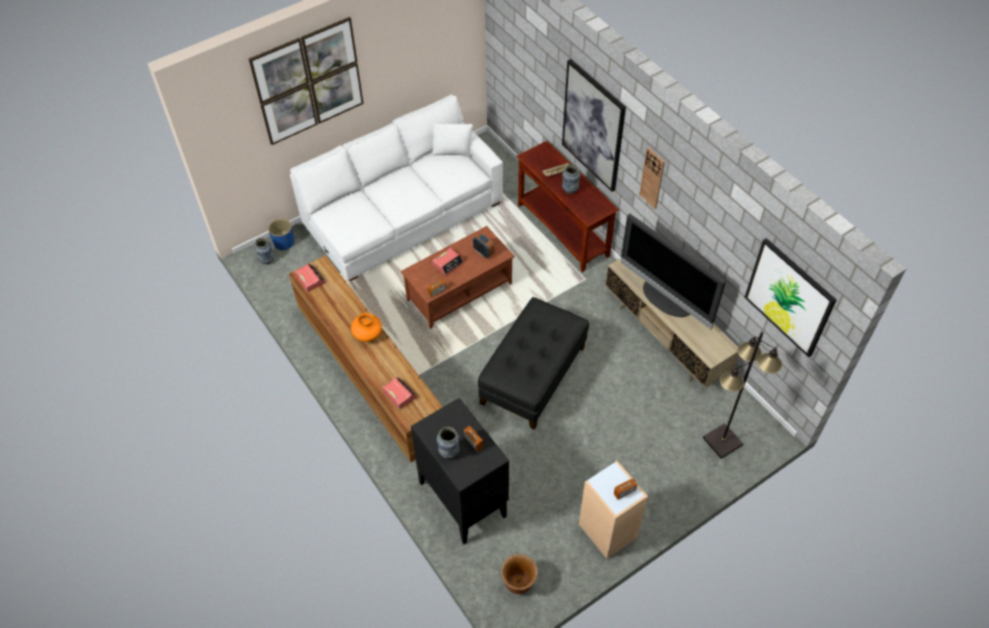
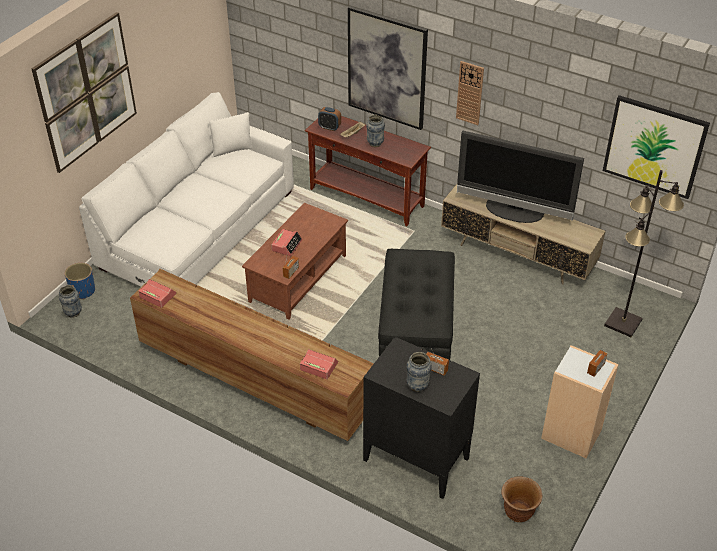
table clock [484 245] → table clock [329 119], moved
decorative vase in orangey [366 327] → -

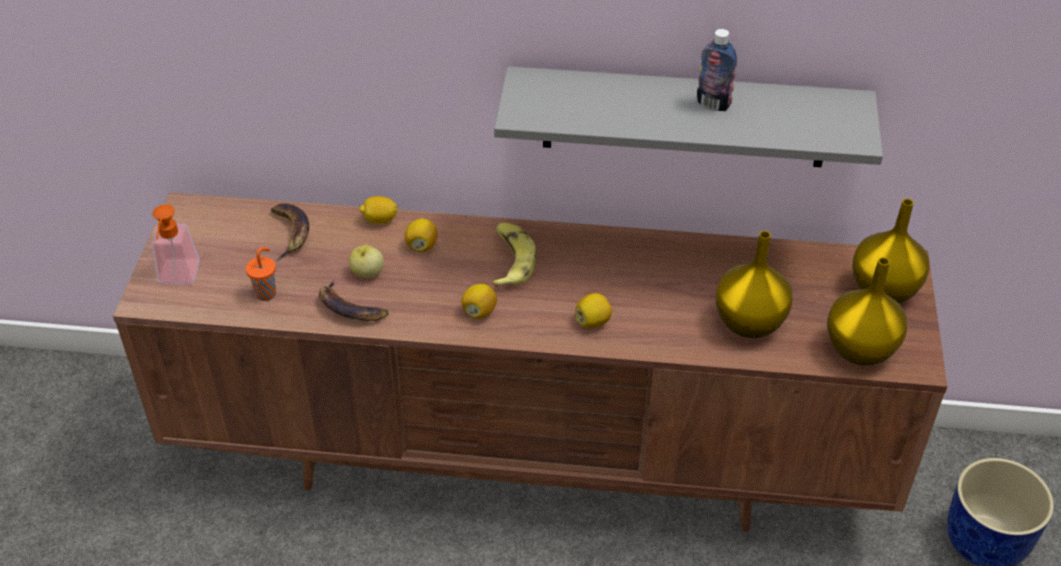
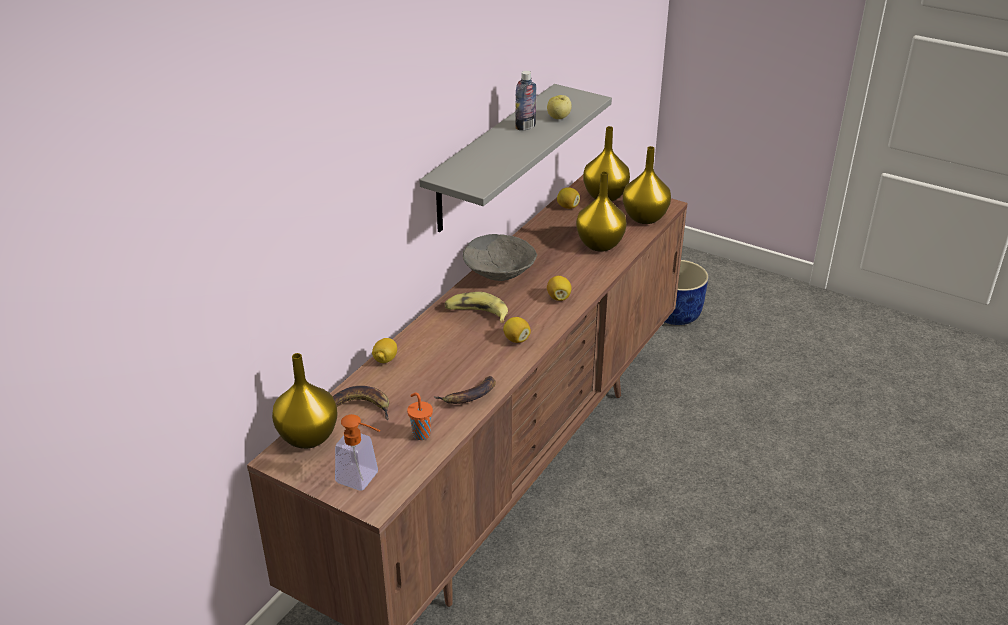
- → decorative vase in yellow-coloured [304 401]
- → deep dish in gray [500 257]
apple fruit [366 261] → apple fruit [559 107], moved
whole lemon [421 235] → whole lemon [568 198], moved

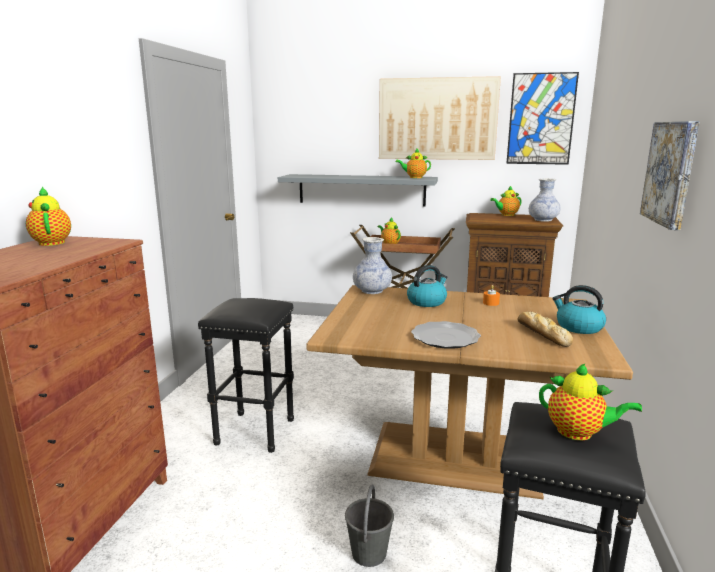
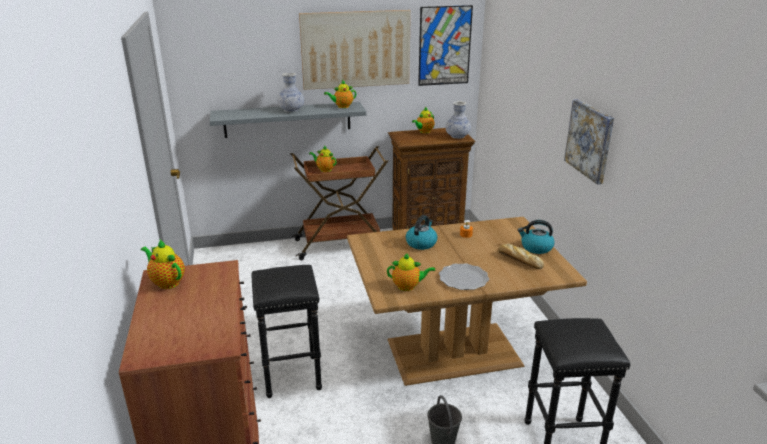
decorative vase [372 265] → decorative vase [290 92], moved
teapot [590 401] → teapot [411 272], moved

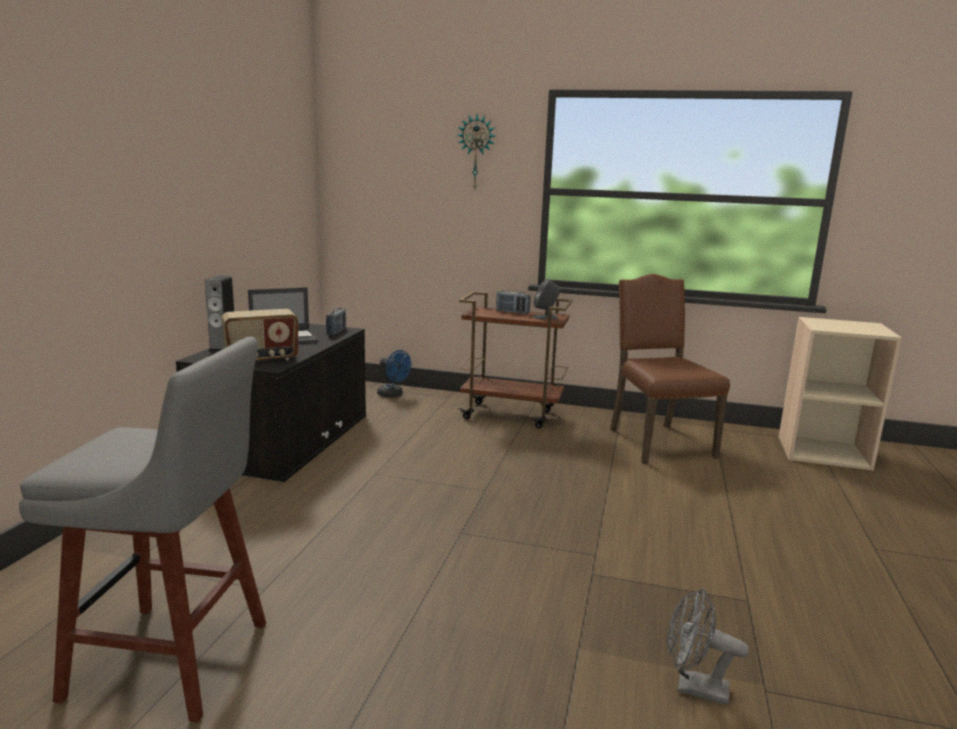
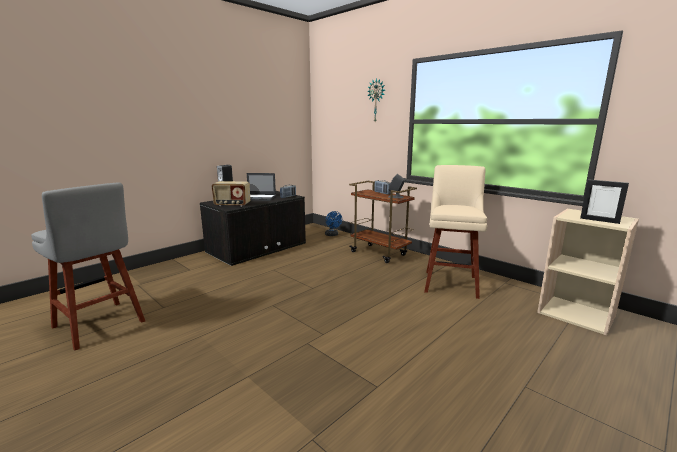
upright chair in brownish [670 369] → sitting stool in beige-coloured [455 232]
- → standing frame [604 201]
electric fan in gray [708 646] → -

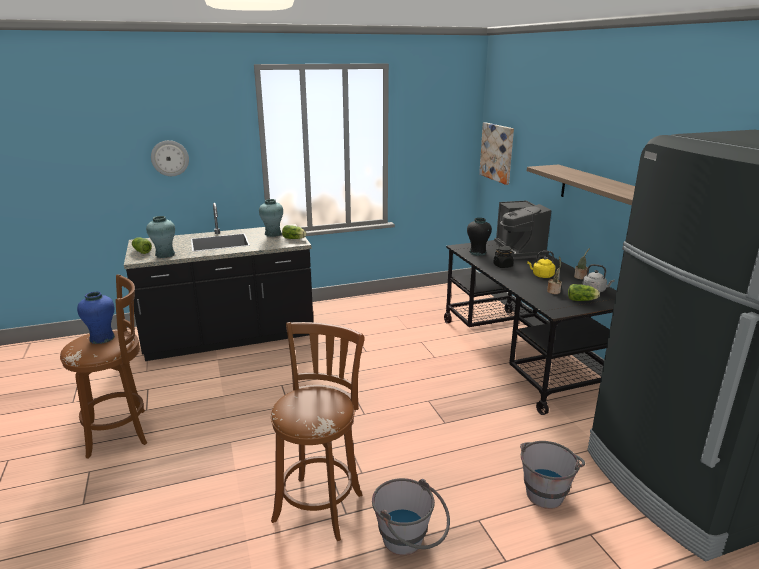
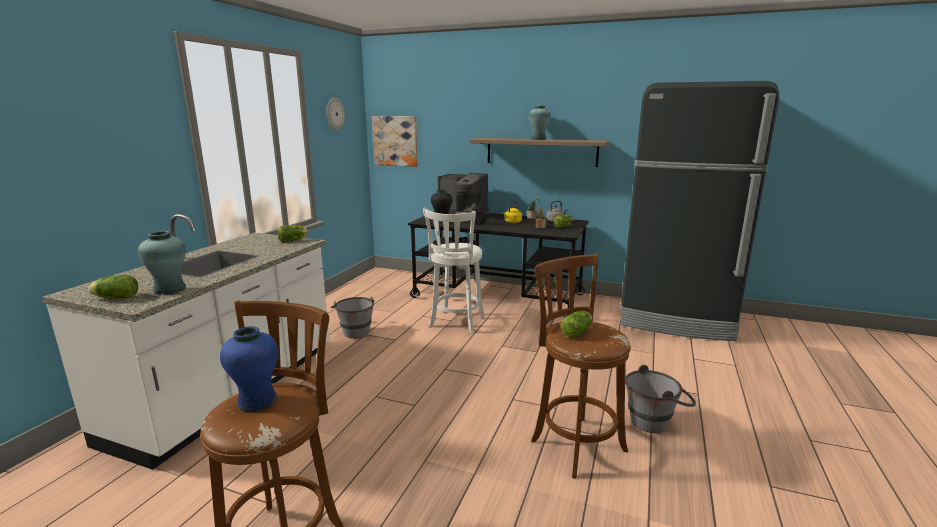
kitchen base unit in black [218 282] → kitchen base unit in white [185 342]
hanging clock [170 158] → hanging clock [335 114], moved
water bucket in gray [552 475] → water bucket in gray [353 318], moved
- → sitting stool in white [454 271]
decorative vase in turquoise [271 218] → decorative vase in turquoise [540 123], moved
- → lettuce [576 324]

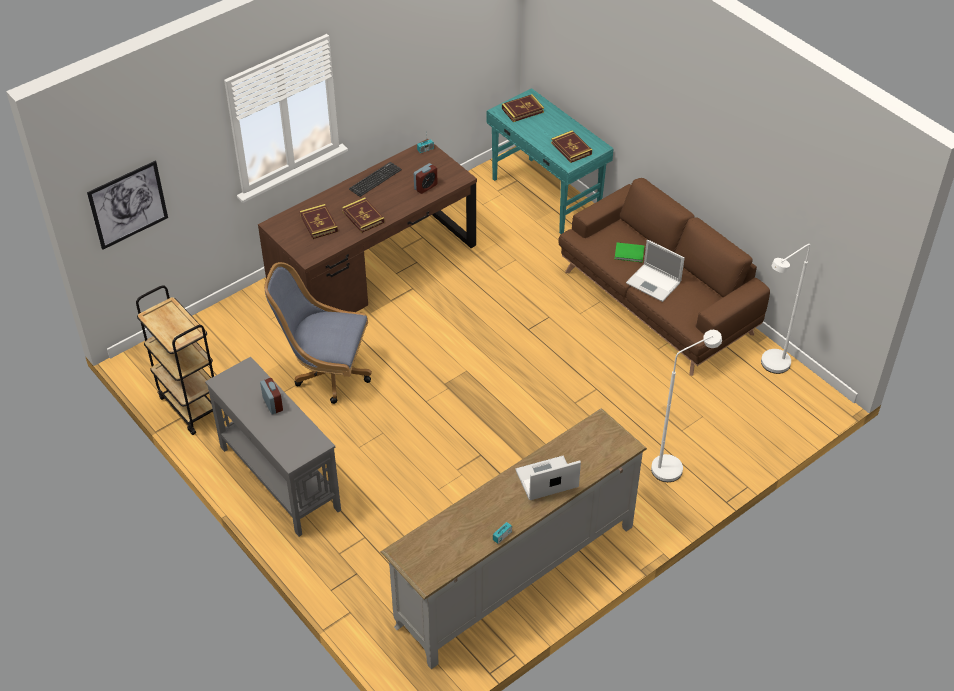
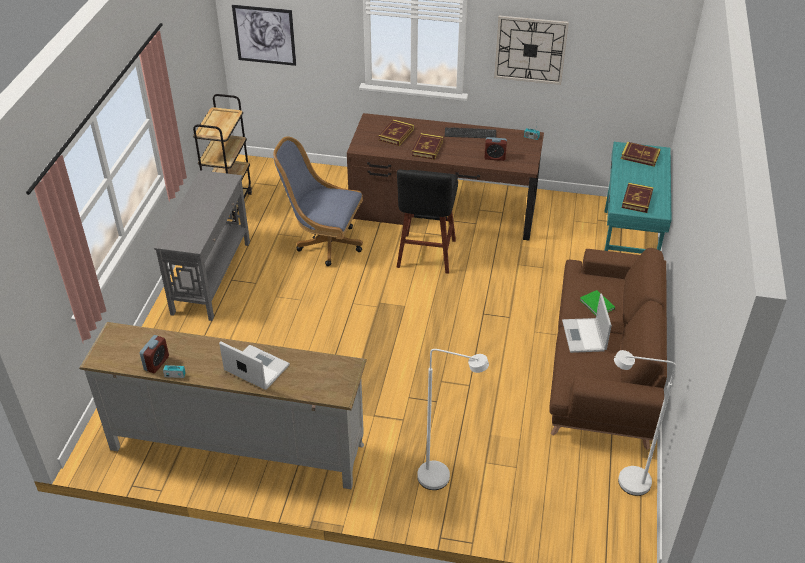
table clock [271 396] → table clock [154 354], moved
desk chair in bluish [318 333] → desk chair in bluish [318 201], 45 degrees counterclockwise
- → sitting stool in black [427 222]
- → hanging clock [531 50]

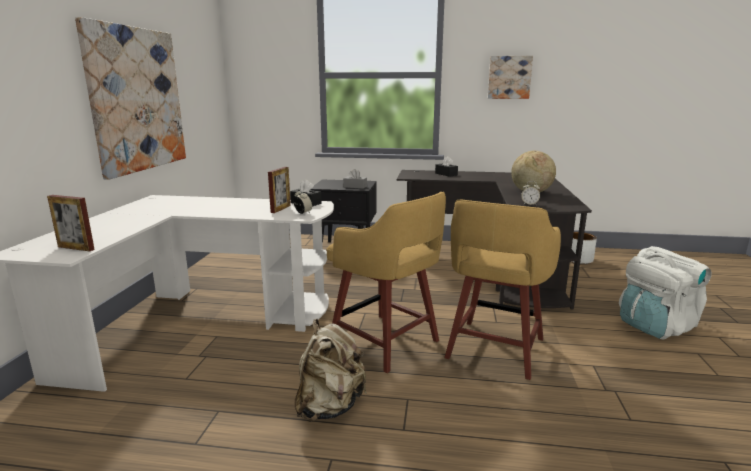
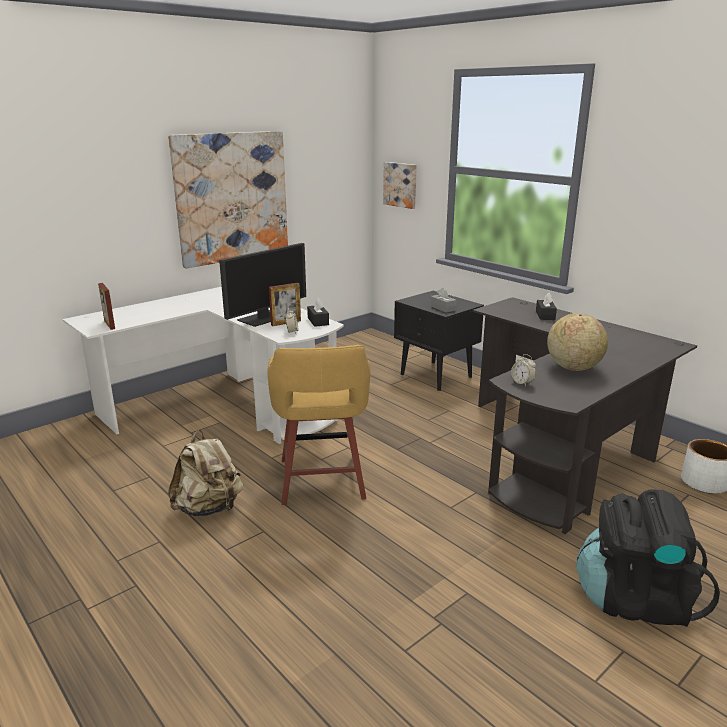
- → monitor [262 285]
wall picture [510 77] → wall picture [400 185], moved
backpack in white [665 293] → backpack in black [648 558]
sitting stool in yellow-coloured [503 289] → -

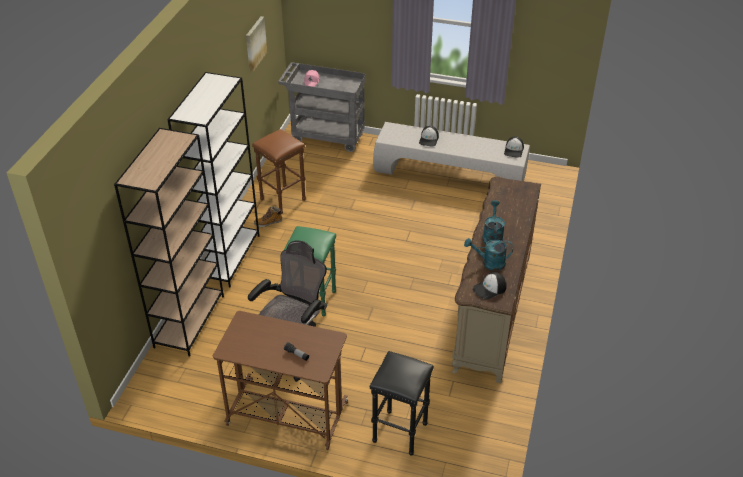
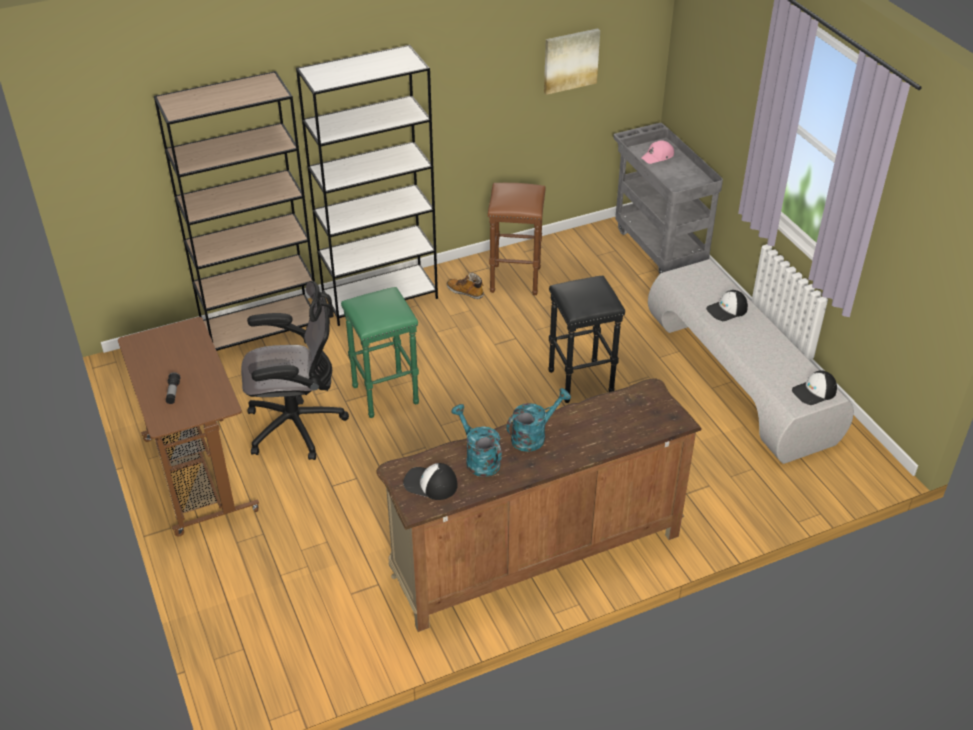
sitting stool in black [402 403] → sitting stool in black [586 339], moved

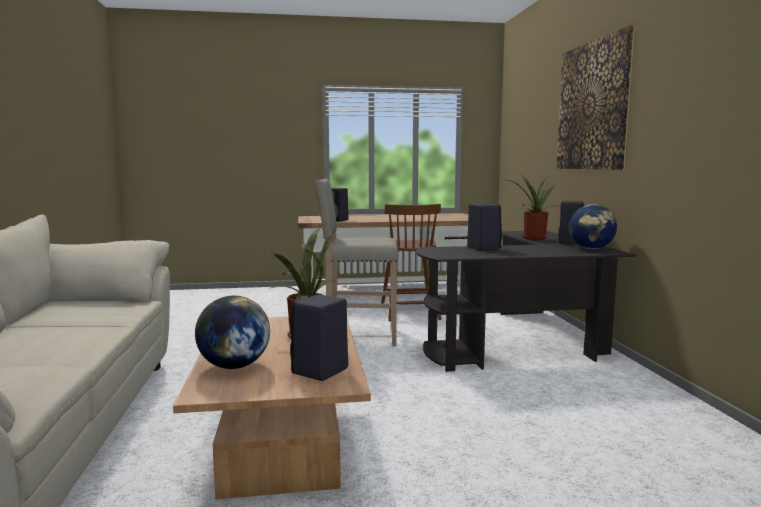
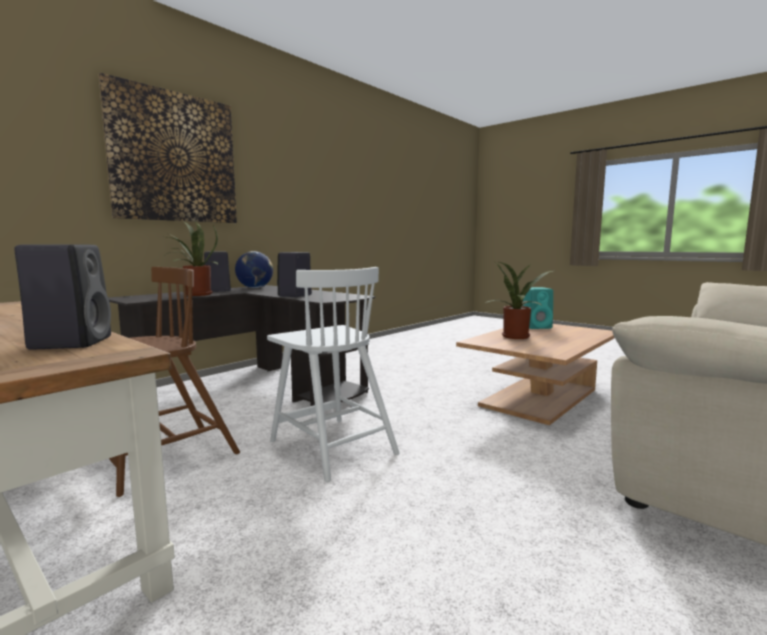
sitting stool in beige-coloured [356 263] → upright chair in white [333 374]
loudspeaker in black [319 338] → loudspeaker in turquoise [538 308]
world globe [232 332] → -

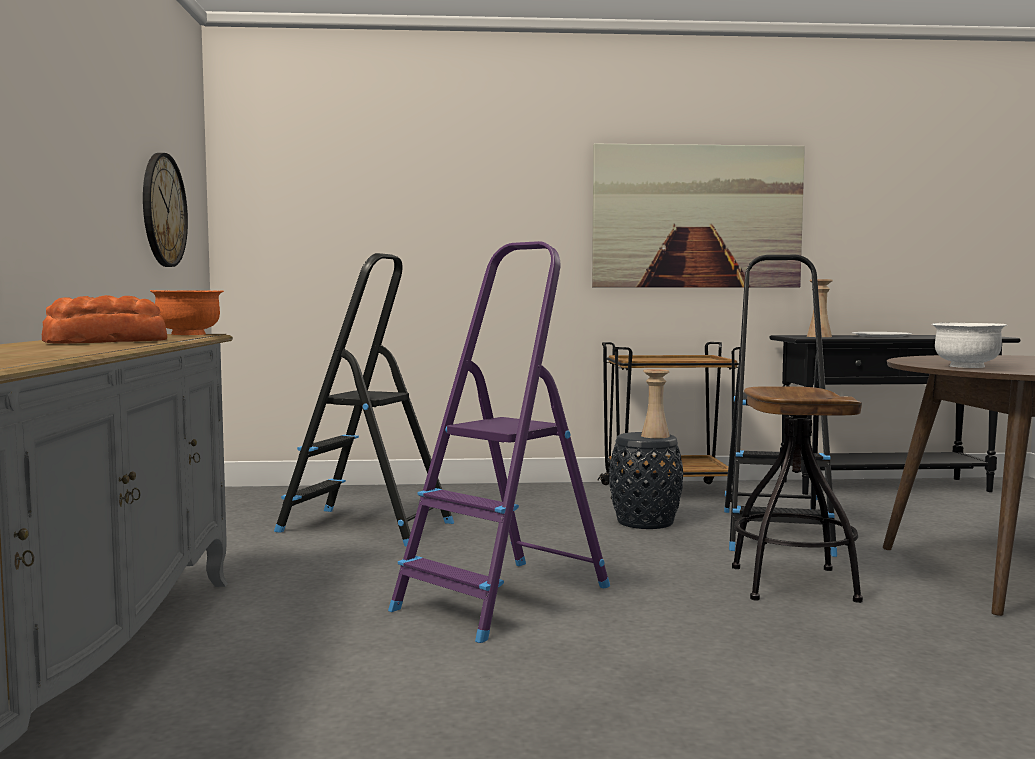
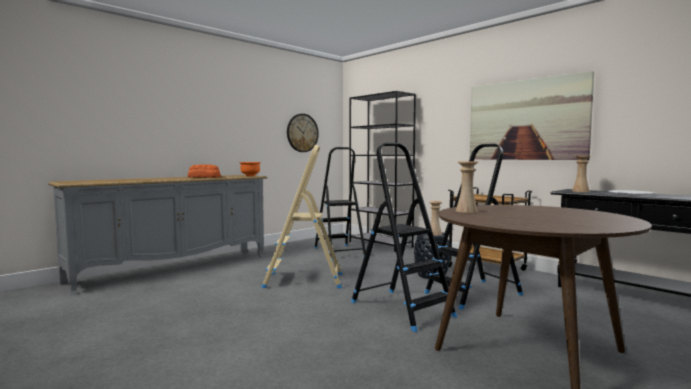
step ladder in purplish [499 442] → step ladder in beige-coloured [302 216]
- → bookcase in gray [382 171]
sitting stool in brownish [797 494] → step ladder in black [404 237]
deep dish in white [969 345] → decorative vase in beige-coloured [467 187]

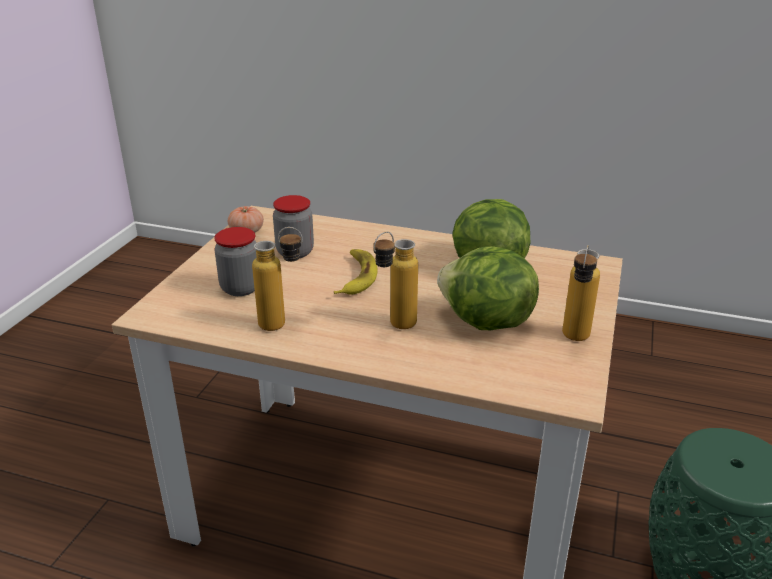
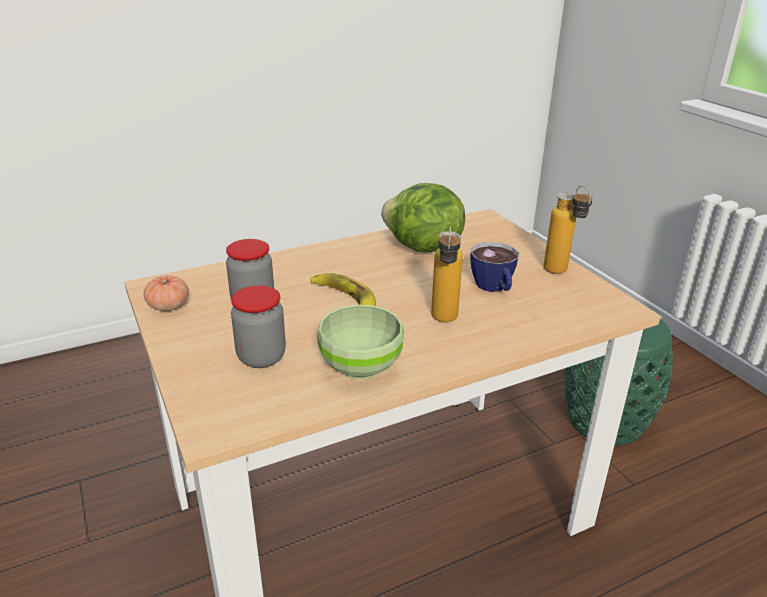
drink bottle [277 279] → deep dish in greenish [360 342]
lettuce [488 288] → cup [494 267]

